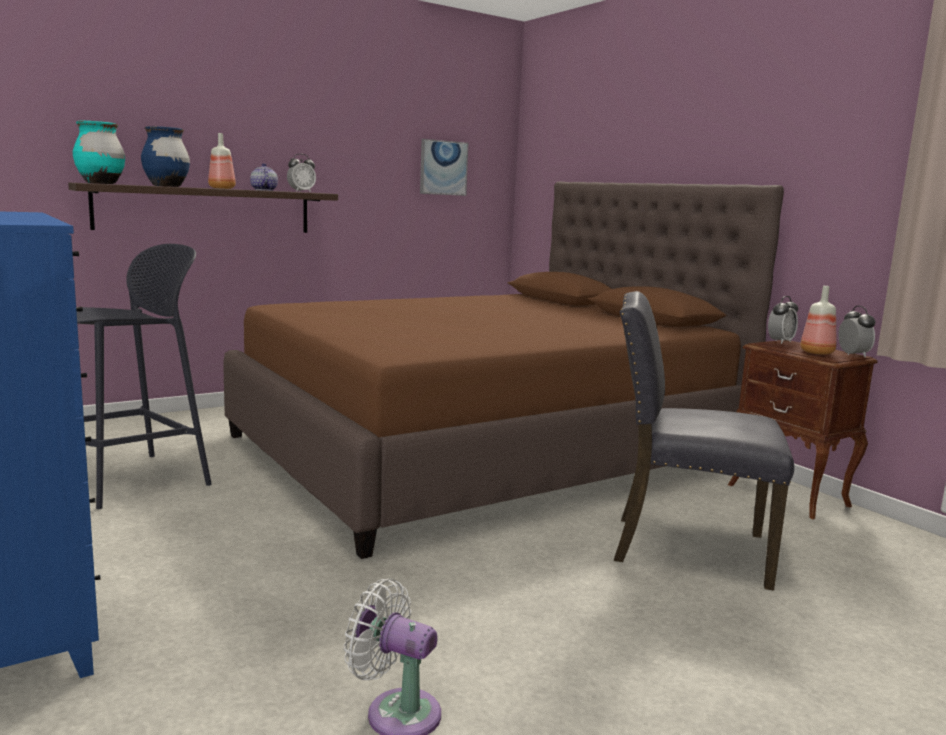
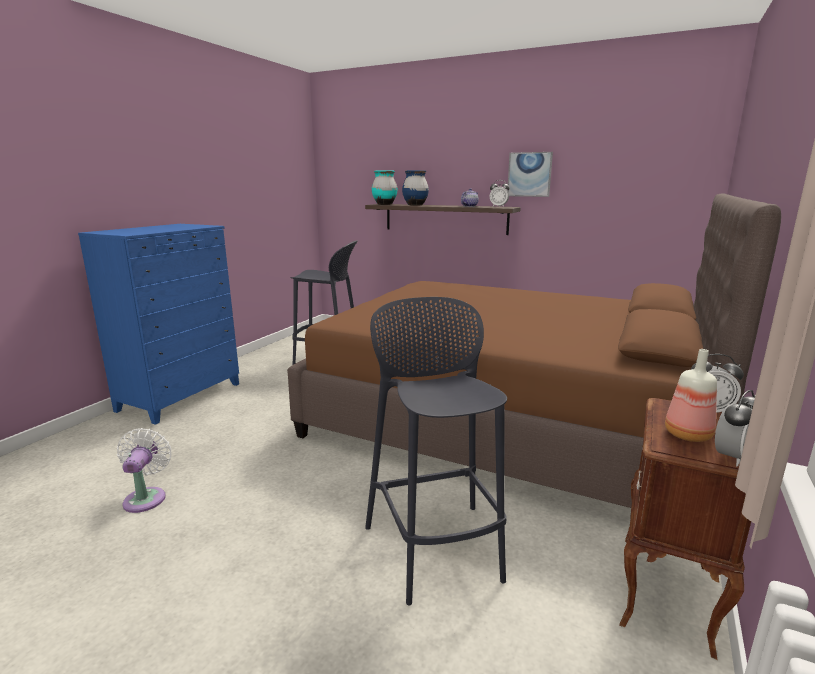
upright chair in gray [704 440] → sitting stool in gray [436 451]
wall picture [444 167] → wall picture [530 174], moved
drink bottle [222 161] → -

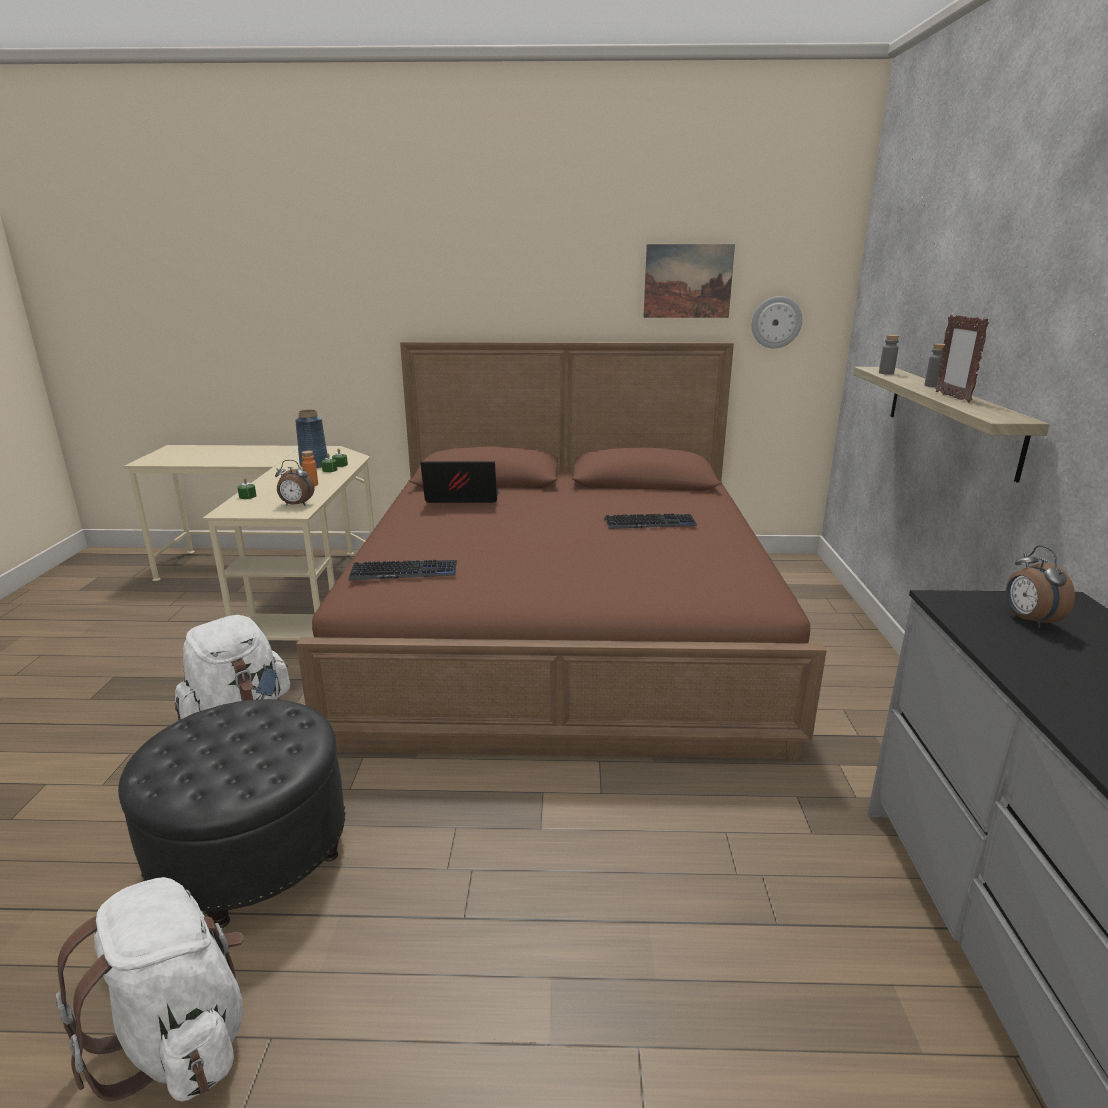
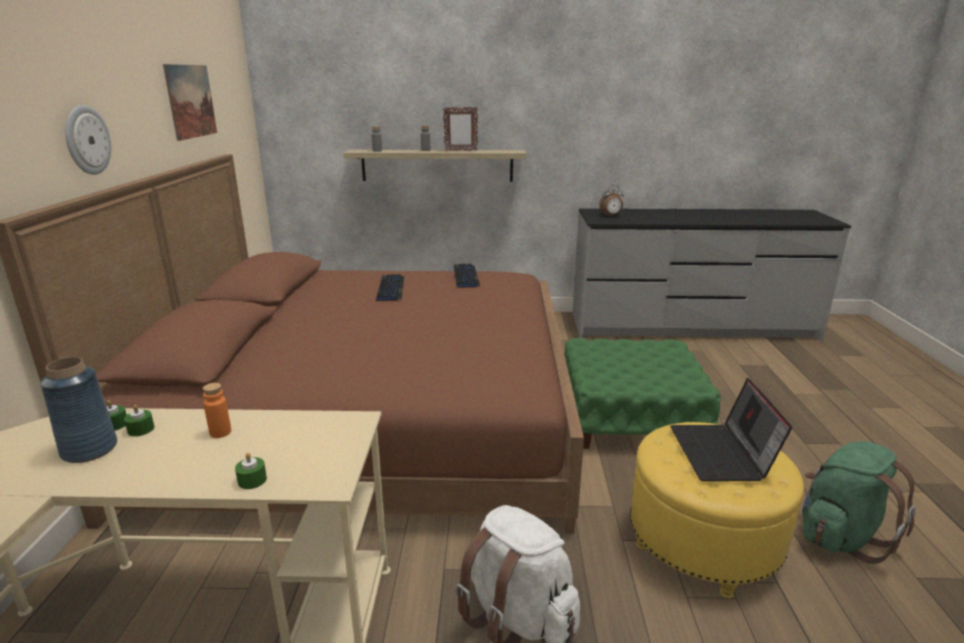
hanging clock [777 322] → hanging clock [88 140], moved
computer keyboard [402 570] → computer keyboard [467 276], moved
- → ottoman in greenish [643 393]
ottoman in black [232 813] → ottoman in yellow-coloured [717 510]
notebook computer [459 482] → notebook computer [731 429], moved
backpack in white [150 989] → backpack in greenish [859 502]
table clock [294 482] → -

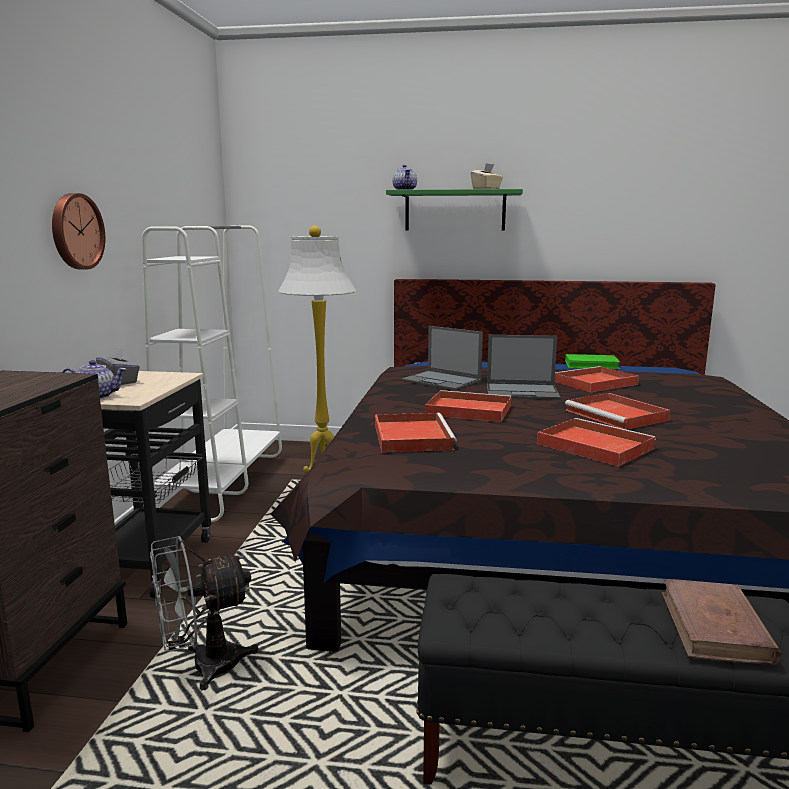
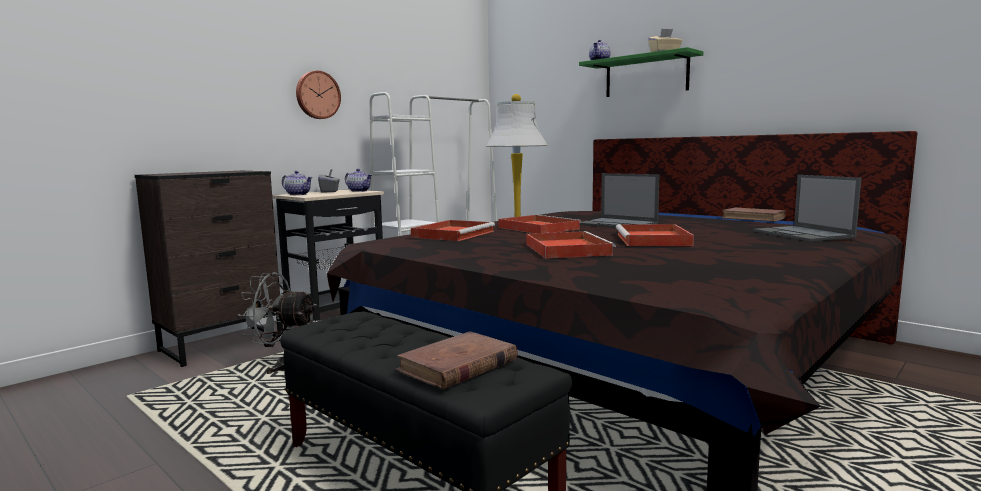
- → teapot [358 180]
book in greenish [593 362] → book in brownish [754 215]
notebook computer [442 358] → notebook computer [807 208], moved
tray in reddish [597 379] → -

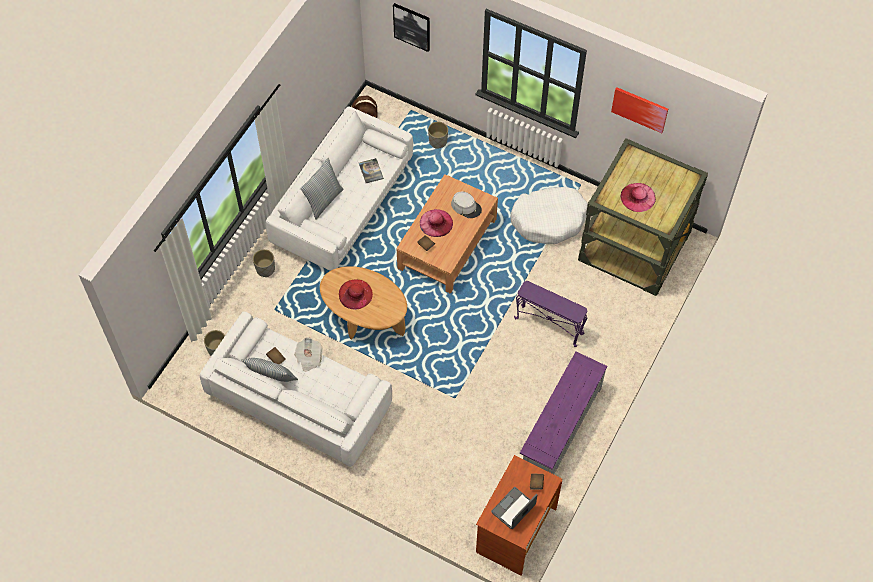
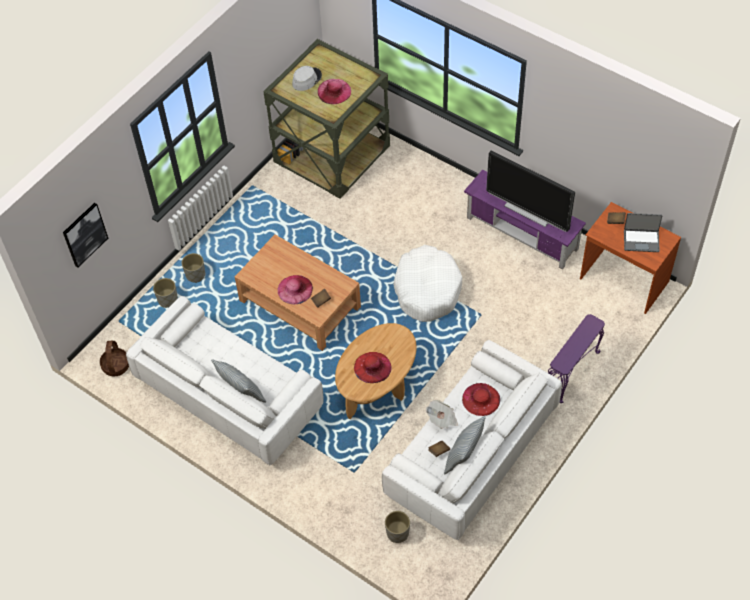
plant pot in gray [264 263] → plant pot in gray [193 268], moved
clothing hat in gray [466 205] → clothing hat in gray [307 78], moved
dog bed in white [549 215] → dog bed in white [427 283], moved
- → clothing hat in reddish [481 399]
- → television [530 191]
end table in purplish [551 314] → end table in purplish [576 358], moved
notebook computer [514 508] → notebook computer [643 232], 45 degrees counterclockwise
book [371 170] → -
wall picture [639 110] → -

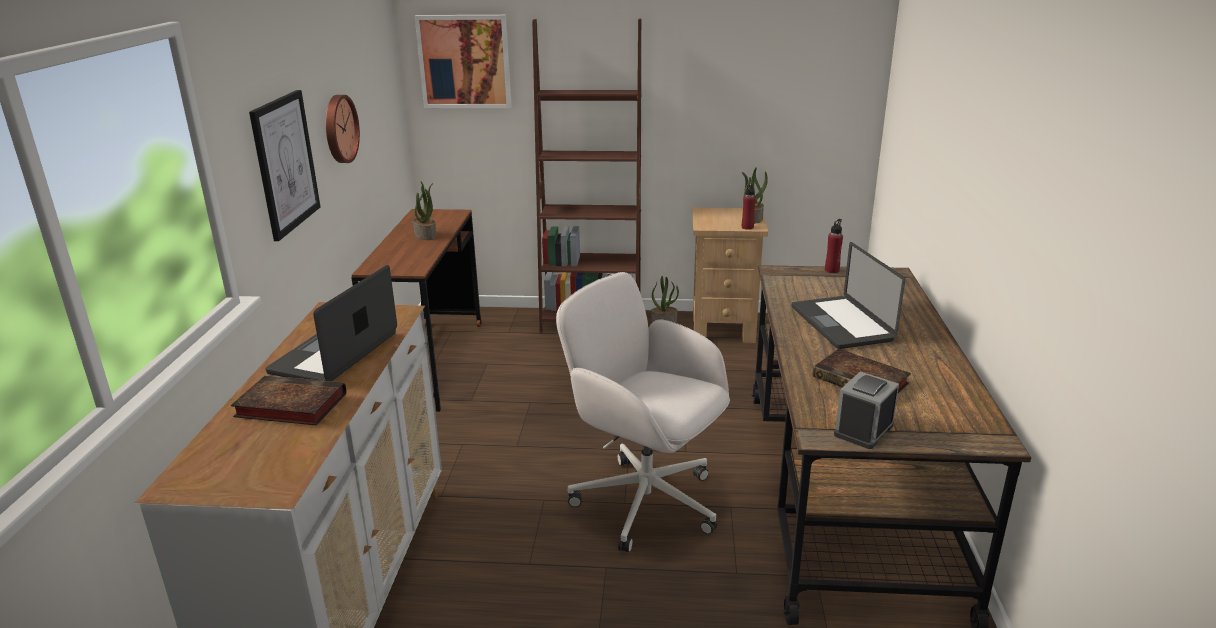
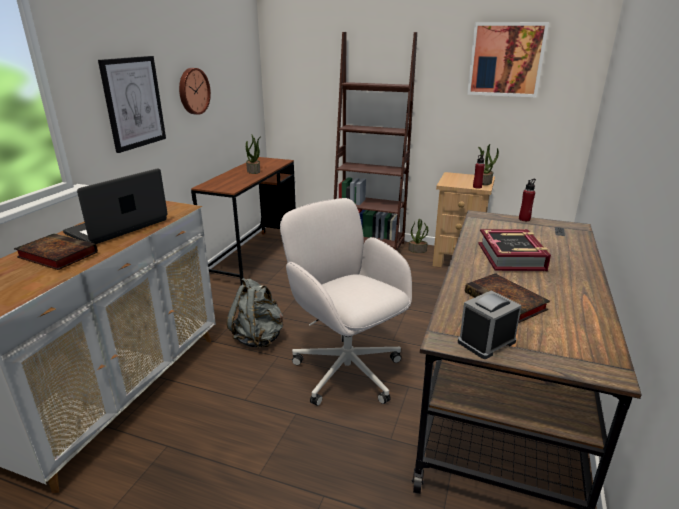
- → backpack in gray [255 313]
wall picture [463 61] → wall picture [508 60], moved
notebook computer [848 295] → book [514 250]

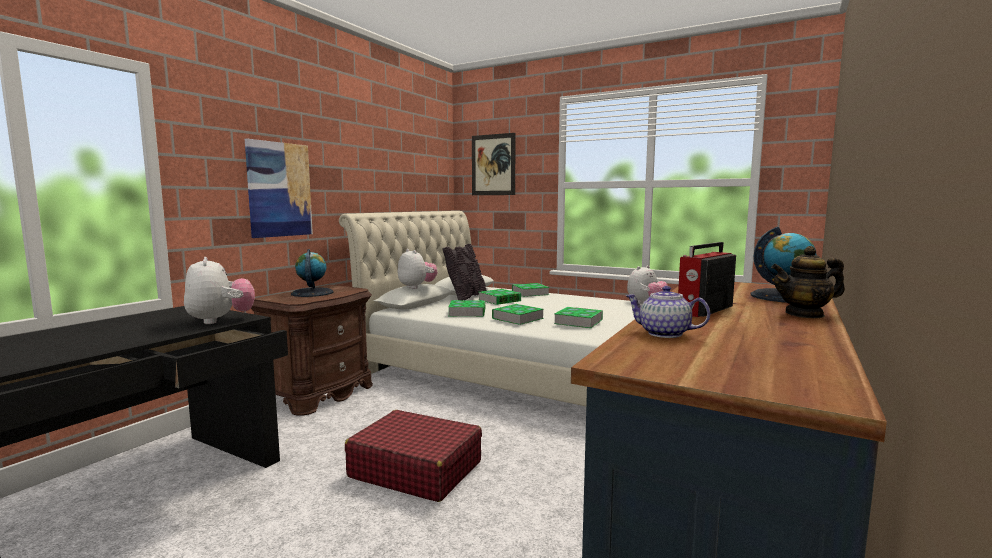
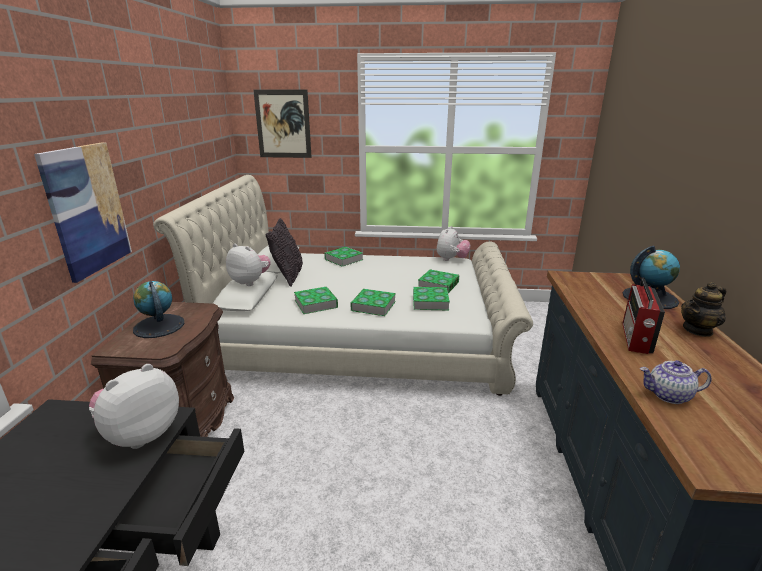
plush toy [219 290] → plush toy [134 406], 90 degrees counterclockwise
book [500 297] → book [438 281], moved
suitcase in reddish [413 456] → -

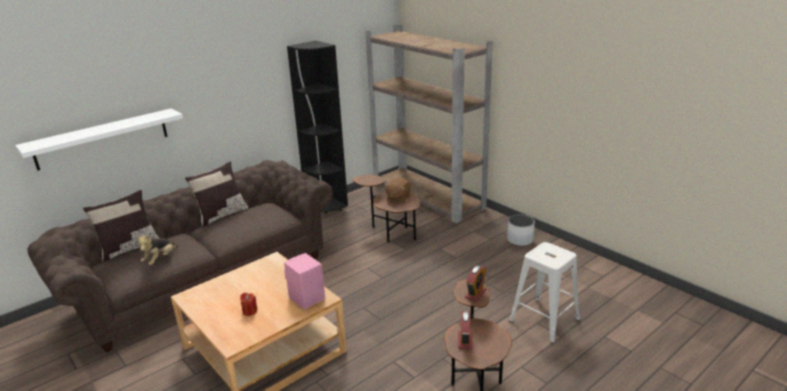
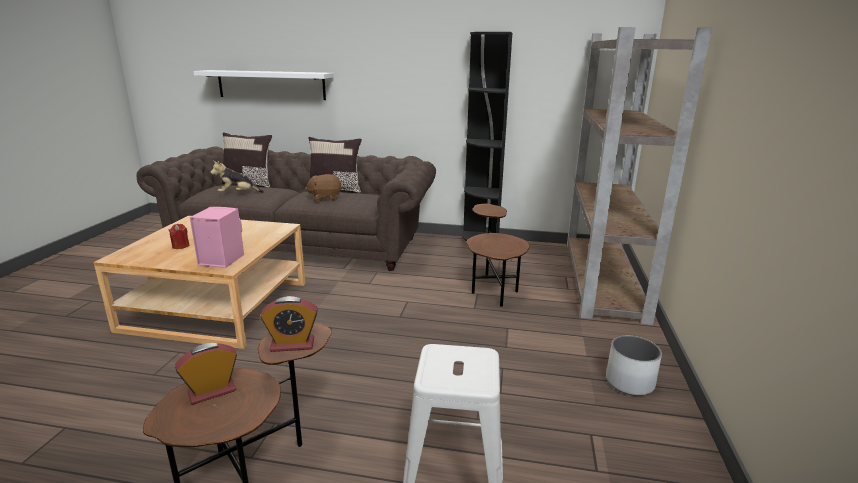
plush toy in brownish [397 190] → plush toy in brownish [323 187], moved

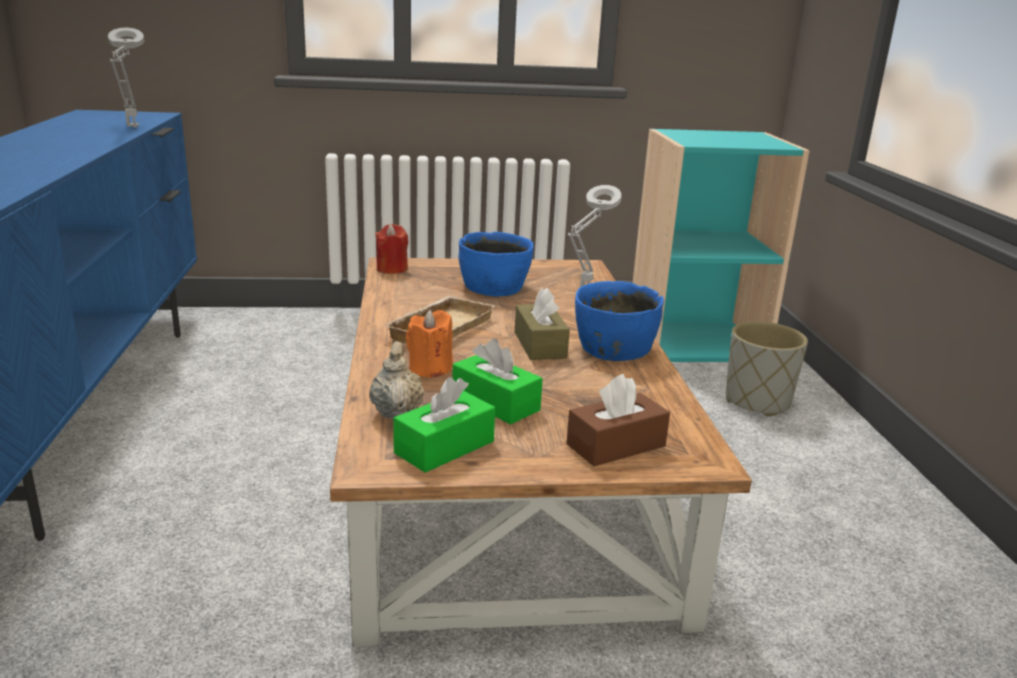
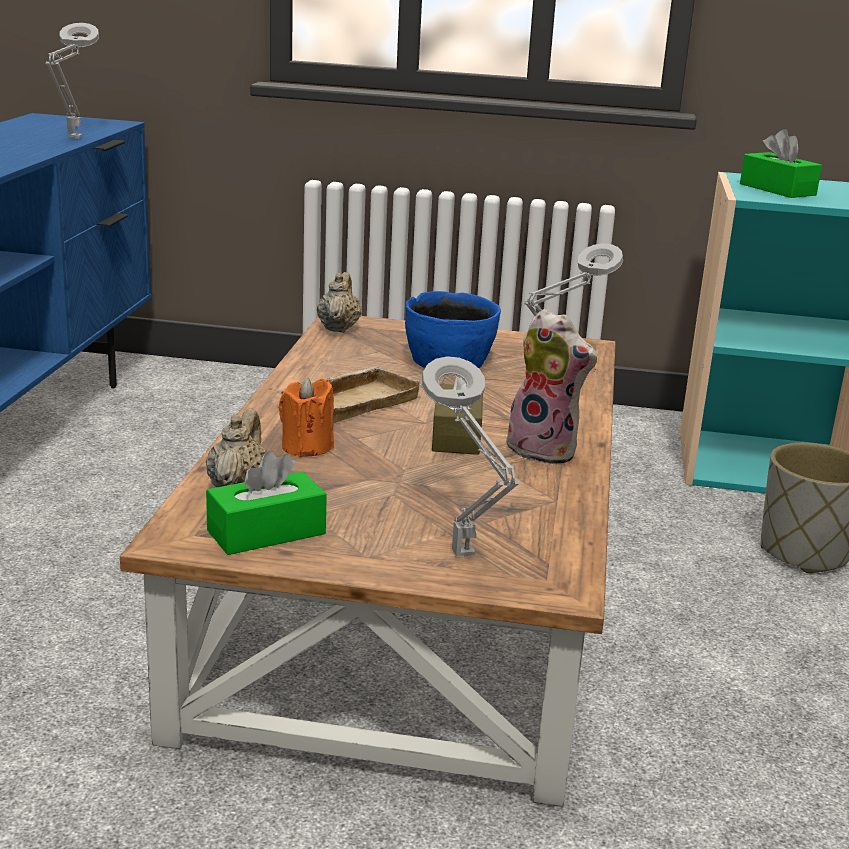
wax light in reddish [391 249] → teapot in beige-coloured [339 302]
box of tissues in brownish [618 420] → lamp for a table in gray [470 456]
deep dish in bluish [619 321] → plush toy [549 386]
box of tissues in greenish [497 381] → box of tissues in greenish [781 163], moved

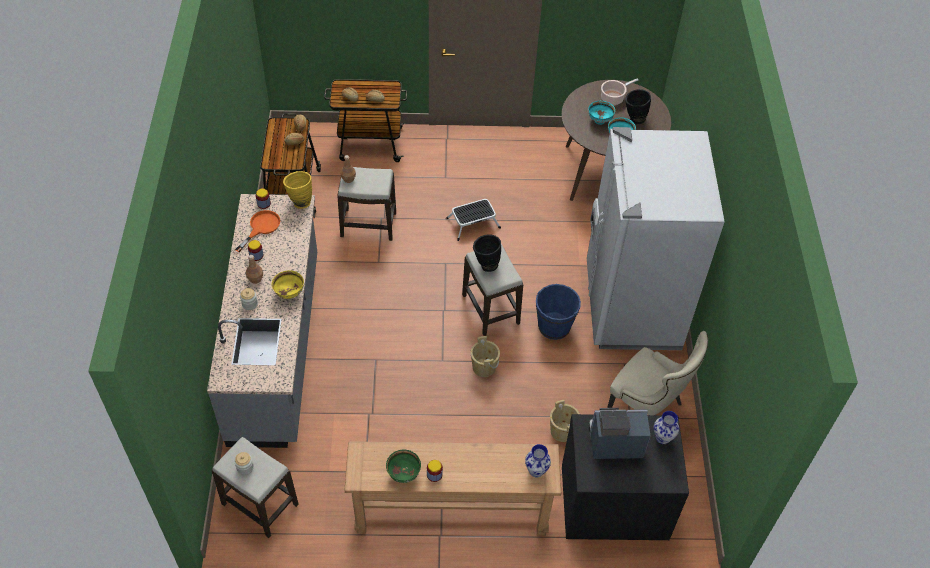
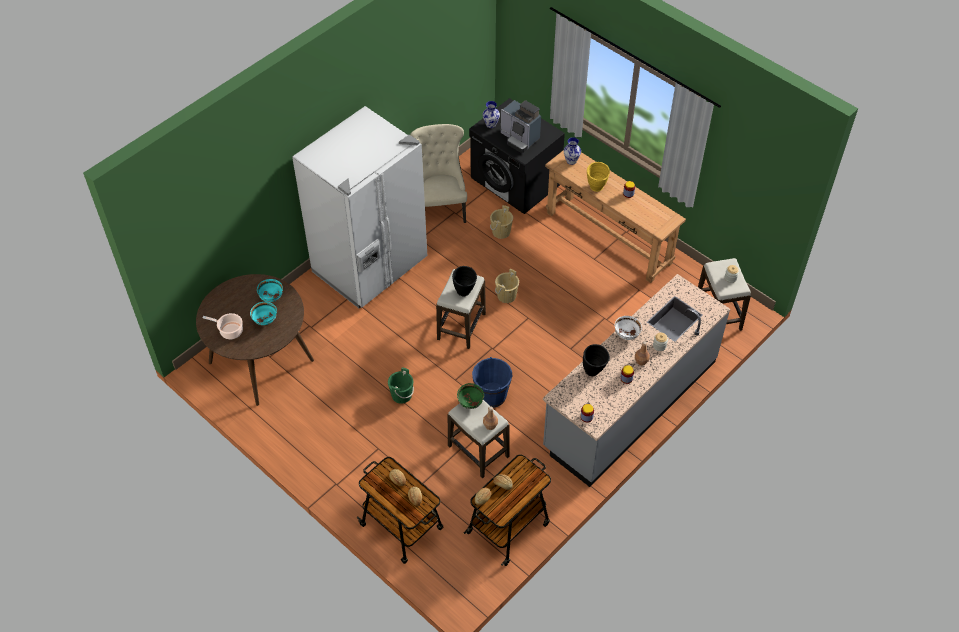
step ladder in black [473 220] → water bucket in greenish [401 386]
deep dish in greenish [403 466] → deep dish in greenish [470 396], moved
water bucket in bluish [558 312] → water bucket in bluish [492 382], moved
decorative vase in black [638 106] → decorative vase in black [596 360], moved
decorative vase in yellow-coloured [297 190] → decorative vase in yellow-coloured [598 177], moved
deep dish in yellow-coloured [288 284] → deep dish in white [628 328]
frying pan in orangey [257 231] → -

